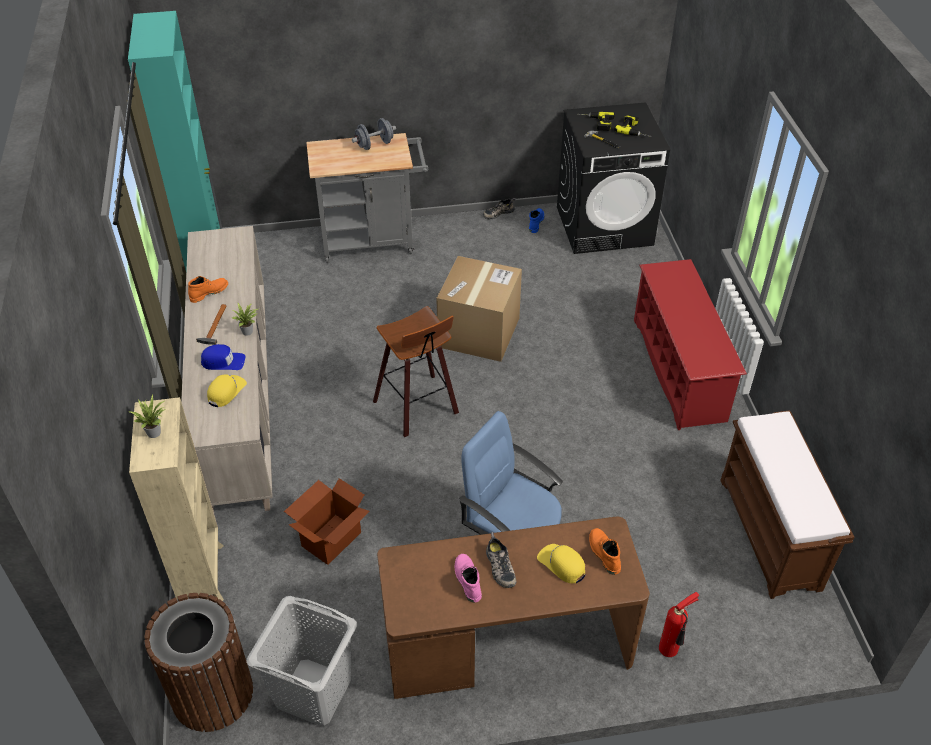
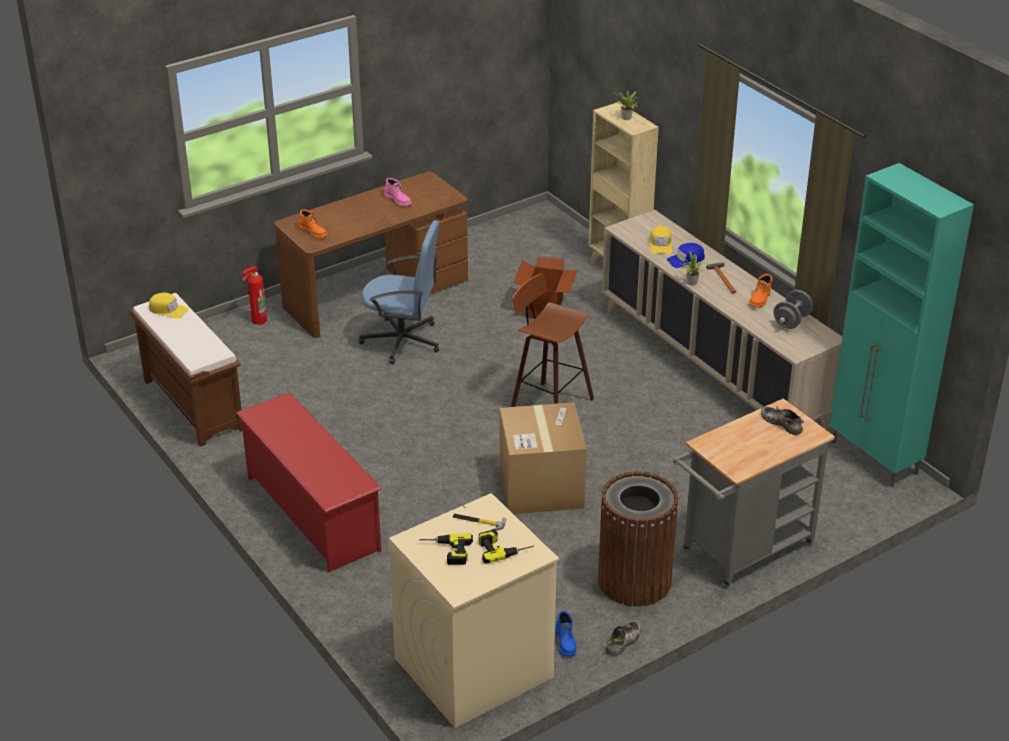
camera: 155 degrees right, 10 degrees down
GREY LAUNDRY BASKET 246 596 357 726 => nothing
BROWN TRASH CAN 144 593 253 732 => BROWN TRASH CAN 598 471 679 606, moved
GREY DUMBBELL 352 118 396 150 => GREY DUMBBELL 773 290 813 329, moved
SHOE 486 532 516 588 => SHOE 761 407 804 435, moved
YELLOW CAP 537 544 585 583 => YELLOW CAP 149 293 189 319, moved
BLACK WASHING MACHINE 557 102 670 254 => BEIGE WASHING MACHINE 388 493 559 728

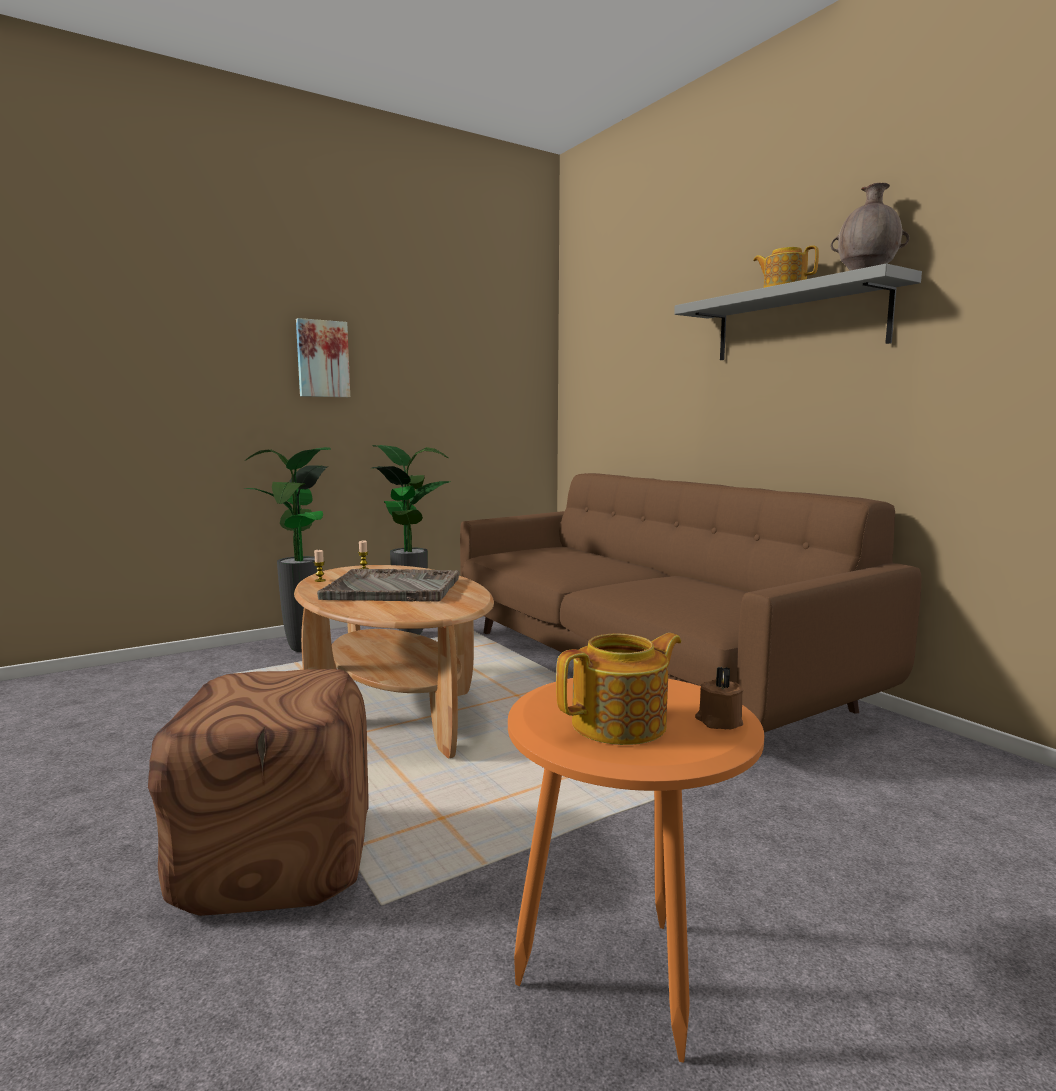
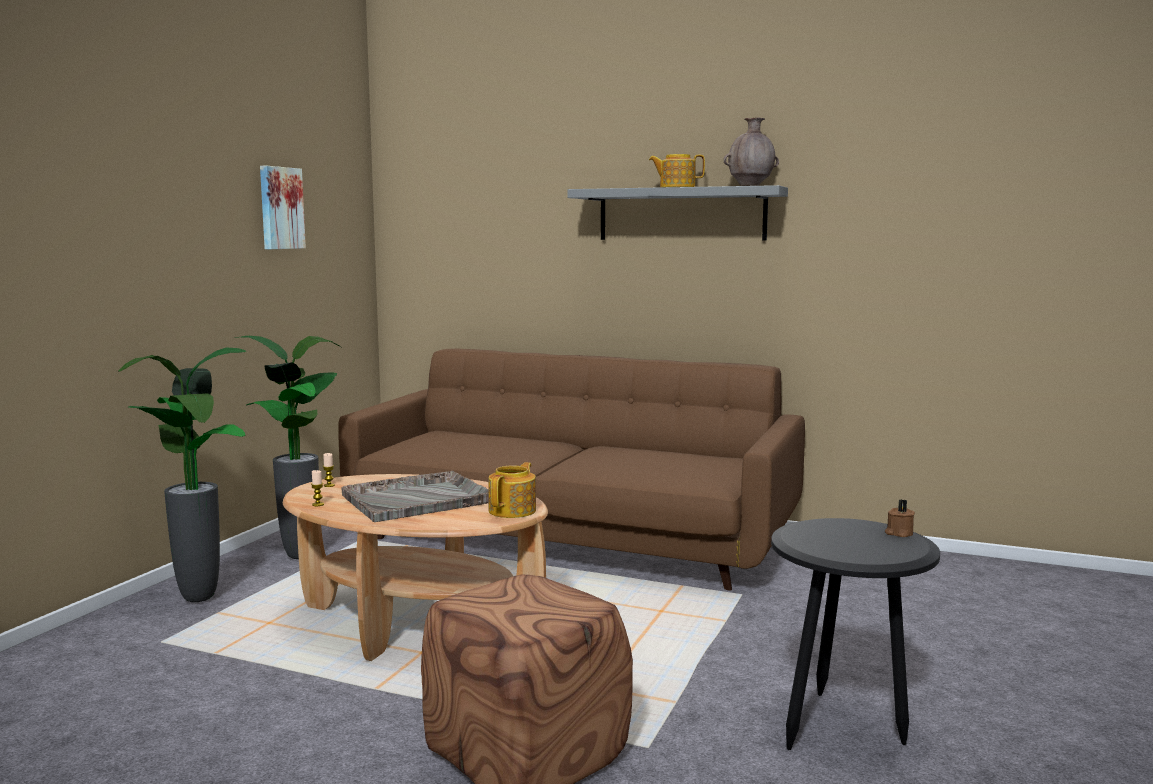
camera: 35 degrees left, 0 degrees up
PICTURE 296 318 350 397 => PICTURE 260 166 306 249, moved
TEAPOT 556 633 681 745 => TEAPOT 489 462 536 518, moved
ORANGE SIDE TABLE 508 678 764 1063 => BLACK SIDE TABLE 771 518 940 750

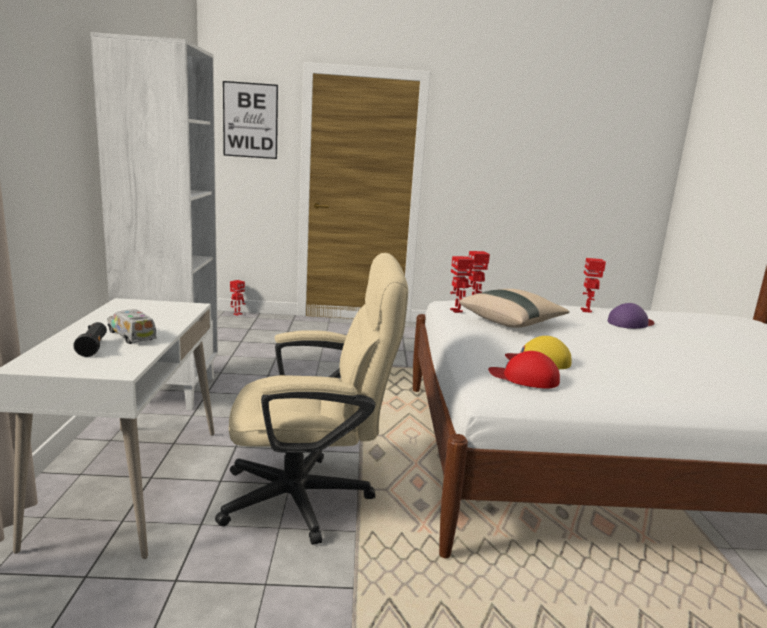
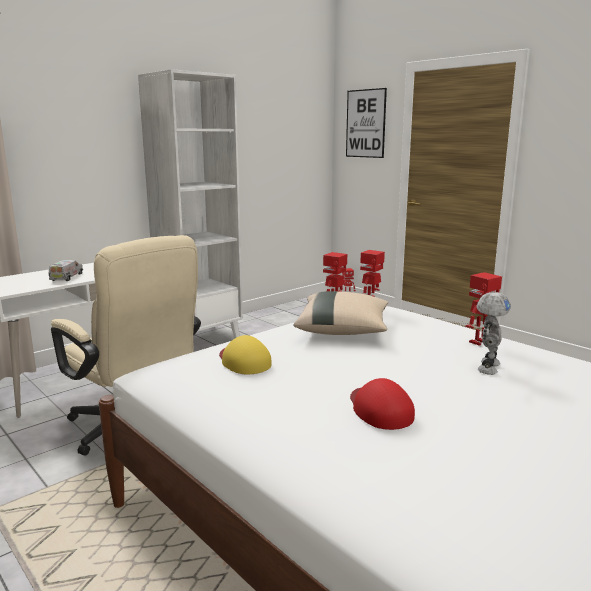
camera: 50 degrees right, 0 degrees up
BLACK FLASHLIGHT 73 322 107 357 => nothing
RED CAP 488 351 560 389 => RED CAP 350 378 415 430, moved
PURPLE CAP 608 303 655 329 => TOY ROBOT 477 292 511 375

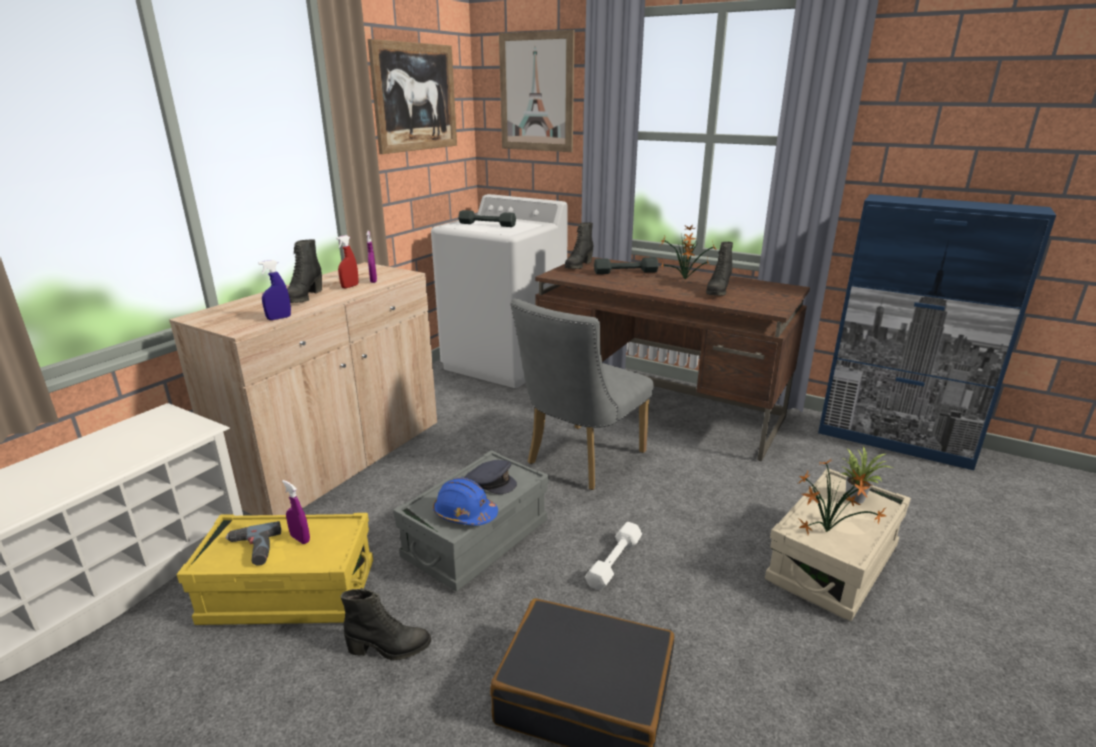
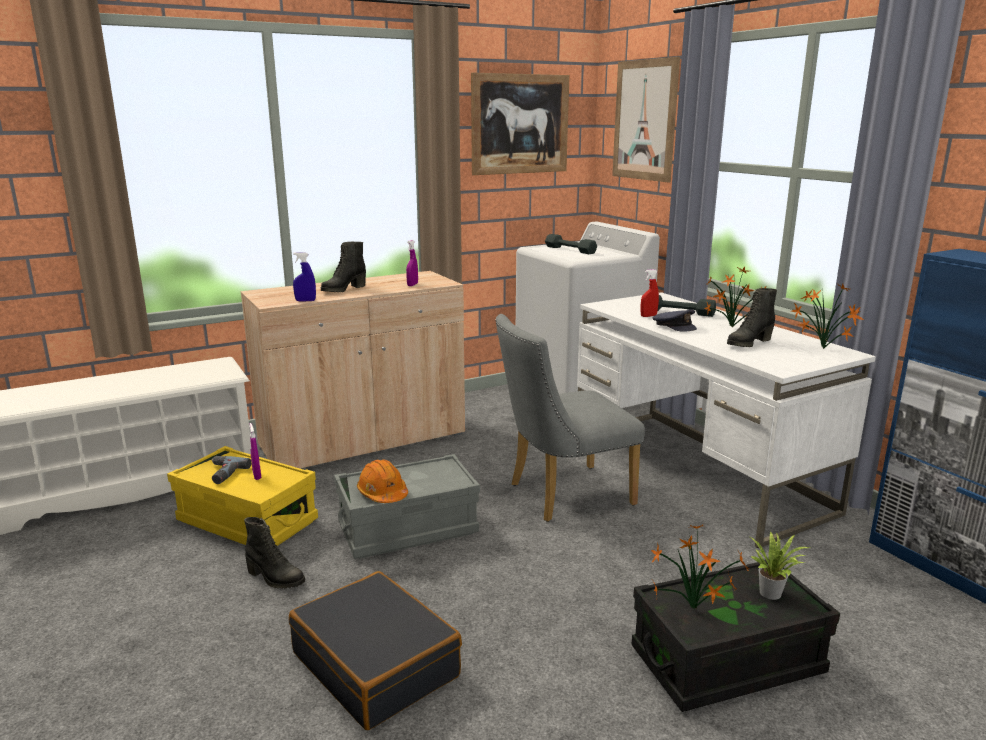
camera: 30 degrees right, 5 degrees down
BLACK BOOT 565 223 593 269 => nothing
WHITE DUMBBELL 585 522 642 590 => nothing
nothing => POTTED PLANT 791 284 864 349
RED SPRAY BOTTLE 336 235 359 288 => RED SPRAY BOTTLE 641 269 659 317, moved
GREY CAP 464 460 517 494 => GREY CAP 653 309 697 332, moved
BLUE HARD HAT 433 478 498 526 => ORANGE HARD HAT 357 459 408 503
BROWN DESK 535 257 810 461 => WHITE DESK 577 292 876 548
BEIGE STORAGE BOX 765 469 911 621 => BLACK STORAGE BOX 632 559 840 712

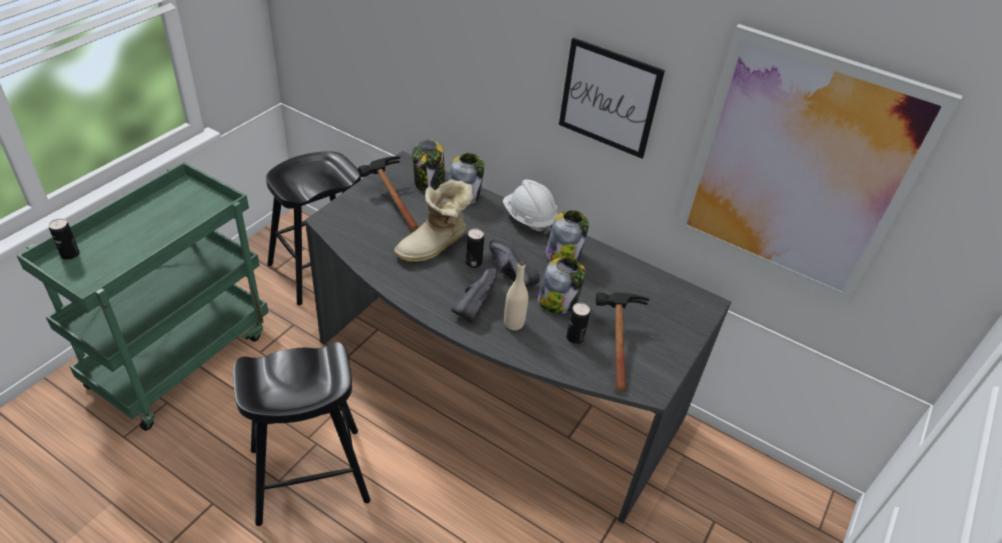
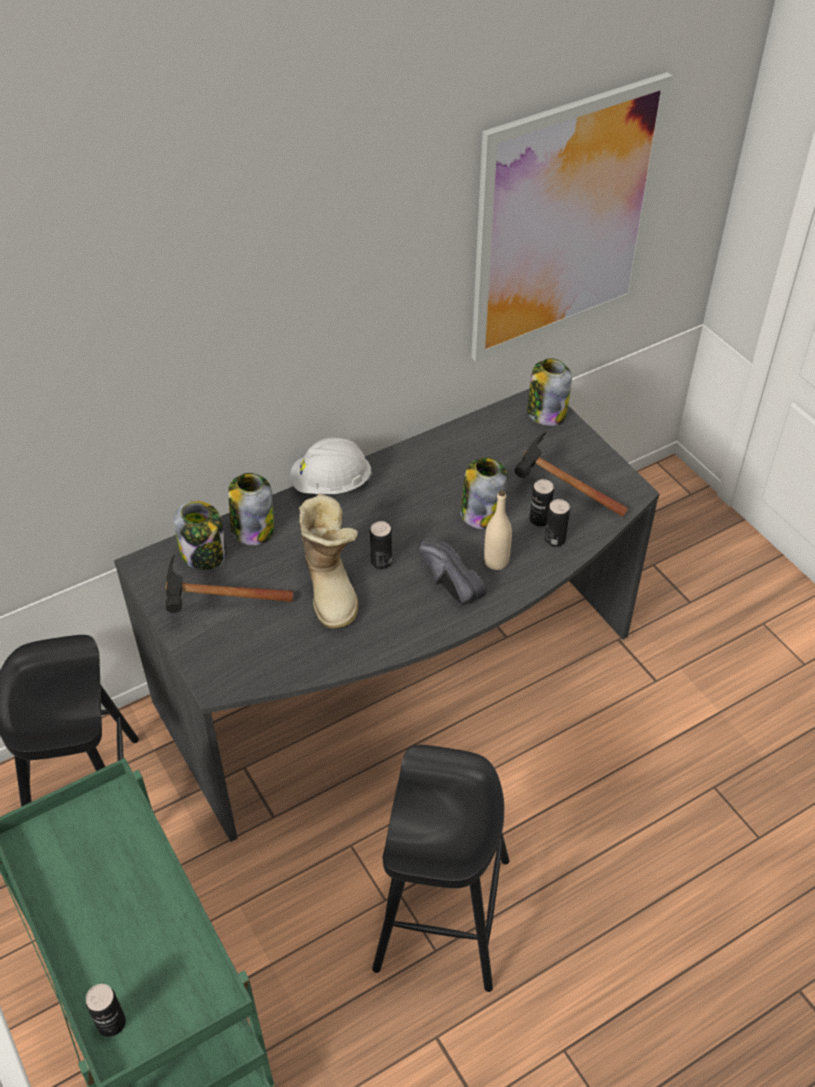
camera: 60 degrees left, 5 degrees up
BLACK SHOE 489 238 540 287 => nothing
PICTURE 559 38 665 159 => nothing
nothing => CAN 545 499 570 547
JAR 546 210 589 261 => JAR 527 358 572 426, moved

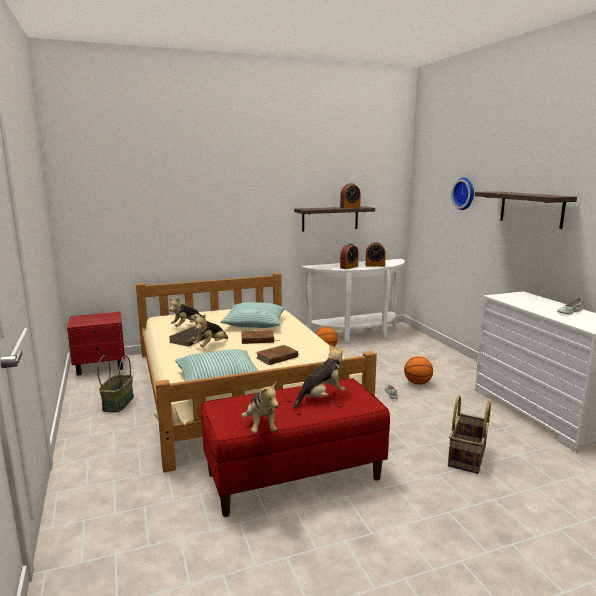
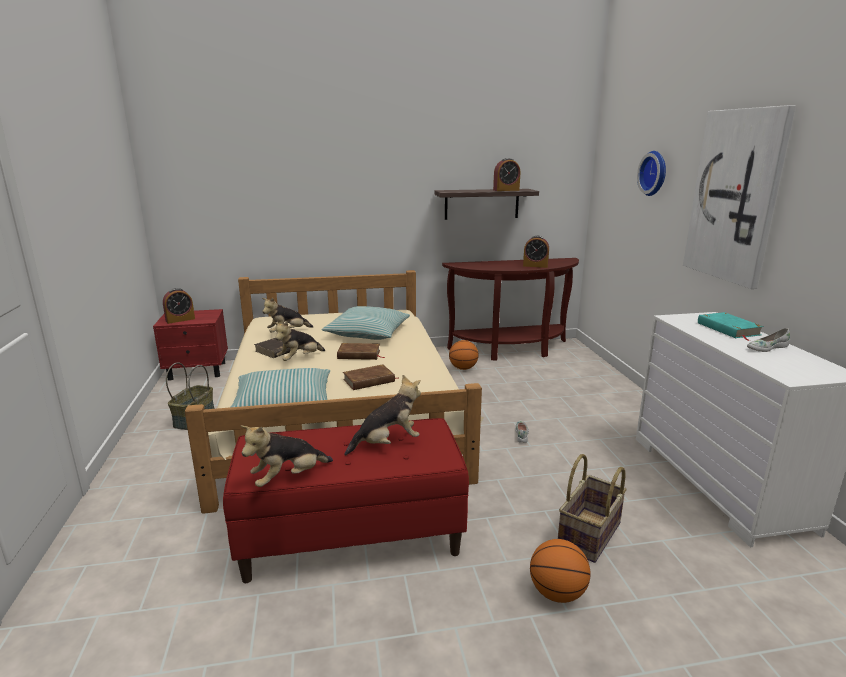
camera: 10 degrees right, 5 degrees up
nothing => TURQUOISE BOOK 698 312 764 341
ALARM CLOCK 340 243 359 269 => ALARM CLOCK 163 288 195 324, moved
BASKETBALL 404 356 433 385 => BASKETBALL 530 539 591 603, moved
SHELF 474 191 577 229 => PICTURE 683 105 796 289
WHITE CONSOLE TABLE 301 259 405 342 => BROWN CONSOLE TABLE 442 258 579 361
PLUSH TOY 242 382 278 433 => PLUSH TOY 241 426 333 487, 60 degrees clockwise

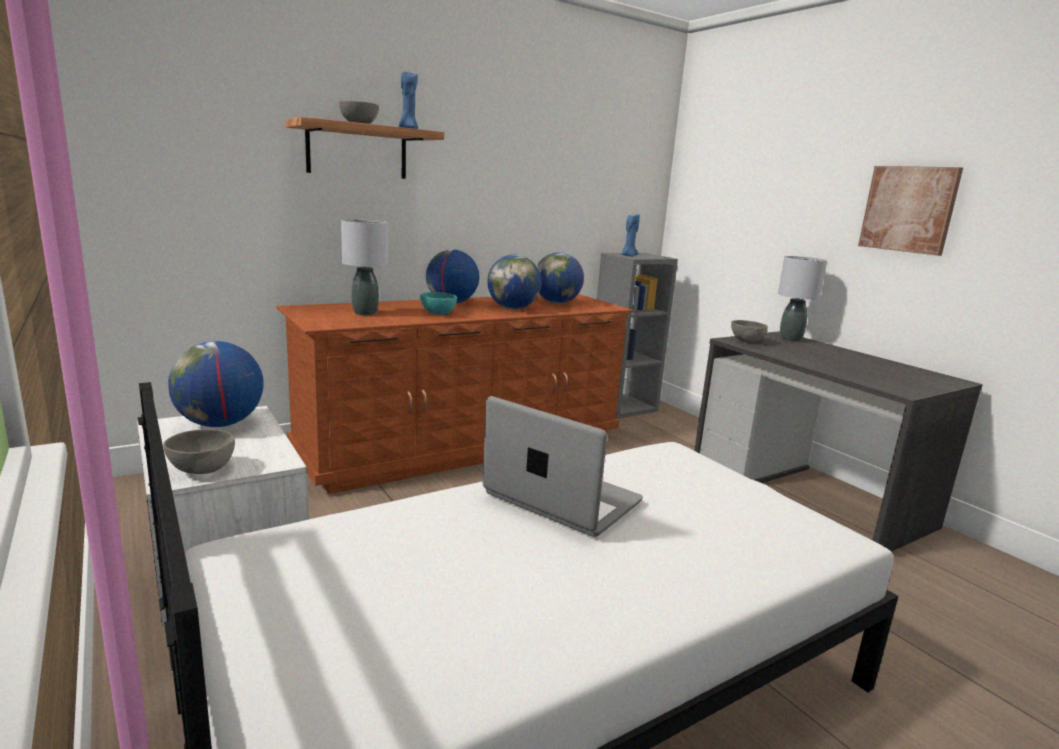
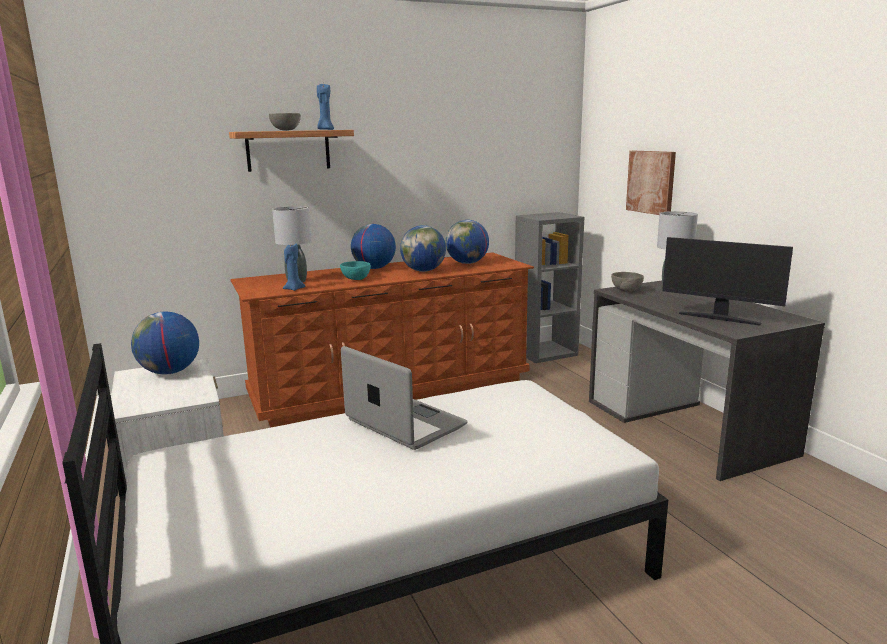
camera: 10 degrees right, 0 degrees up
GREY BOWL 163 429 235 474 => nothing
nothing => MONITOR 662 237 793 325
BLUE CANDLE 621 214 640 257 => BLUE CANDLE 283 243 306 291, moved
PICTURE 858 166 963 256 => PICTURE 626 151 676 215, moved

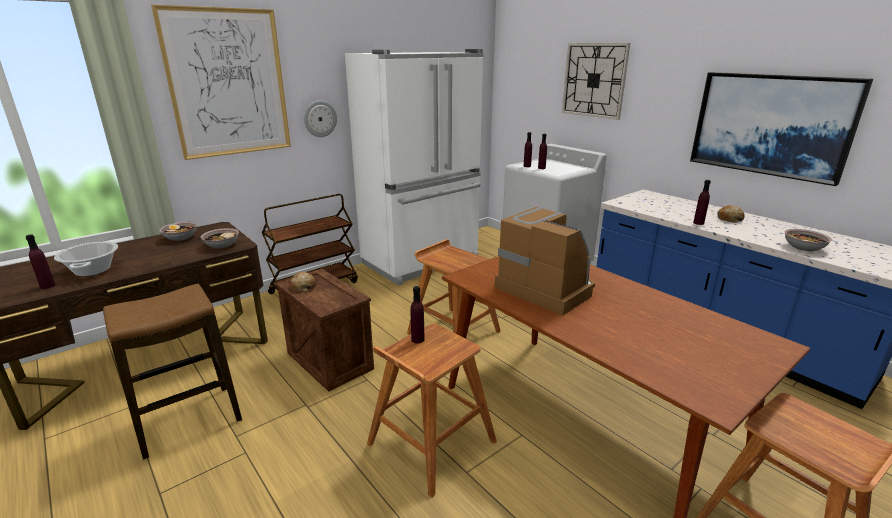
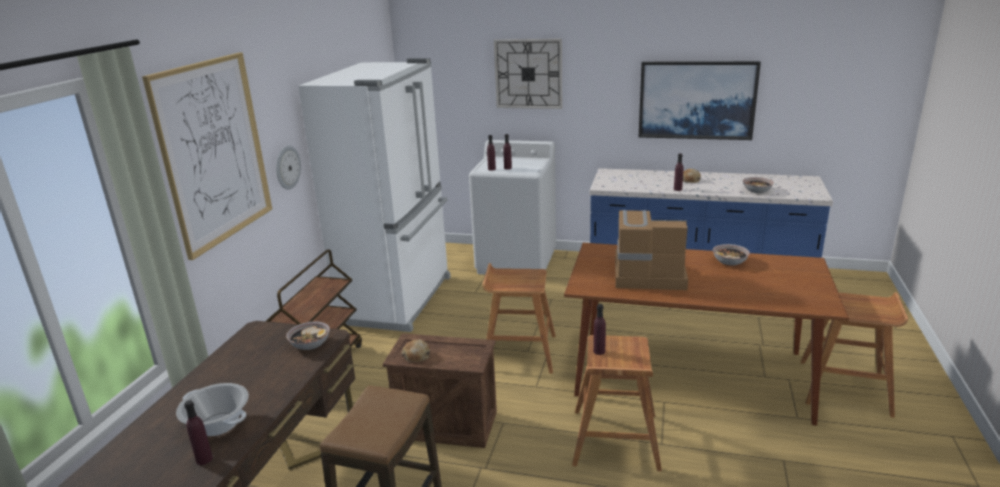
camera: 35 degrees left, 0 degrees up
BOWL 159 222 197 241 => BOWL 713 244 750 266, moved

